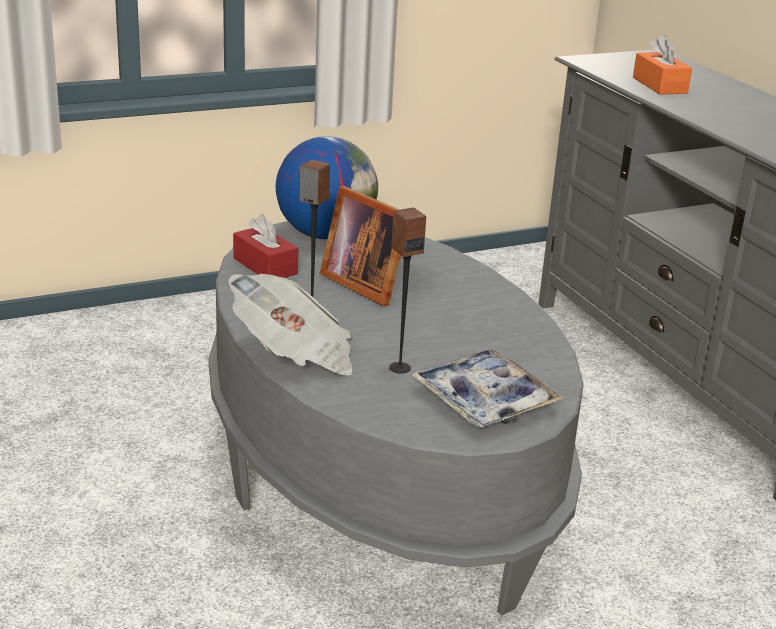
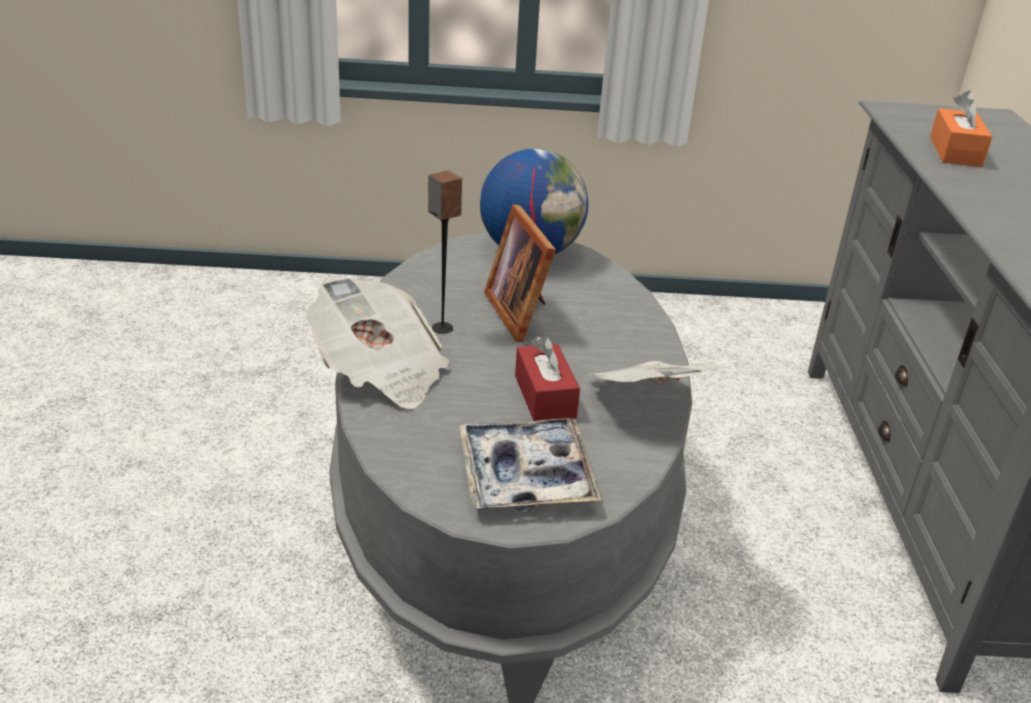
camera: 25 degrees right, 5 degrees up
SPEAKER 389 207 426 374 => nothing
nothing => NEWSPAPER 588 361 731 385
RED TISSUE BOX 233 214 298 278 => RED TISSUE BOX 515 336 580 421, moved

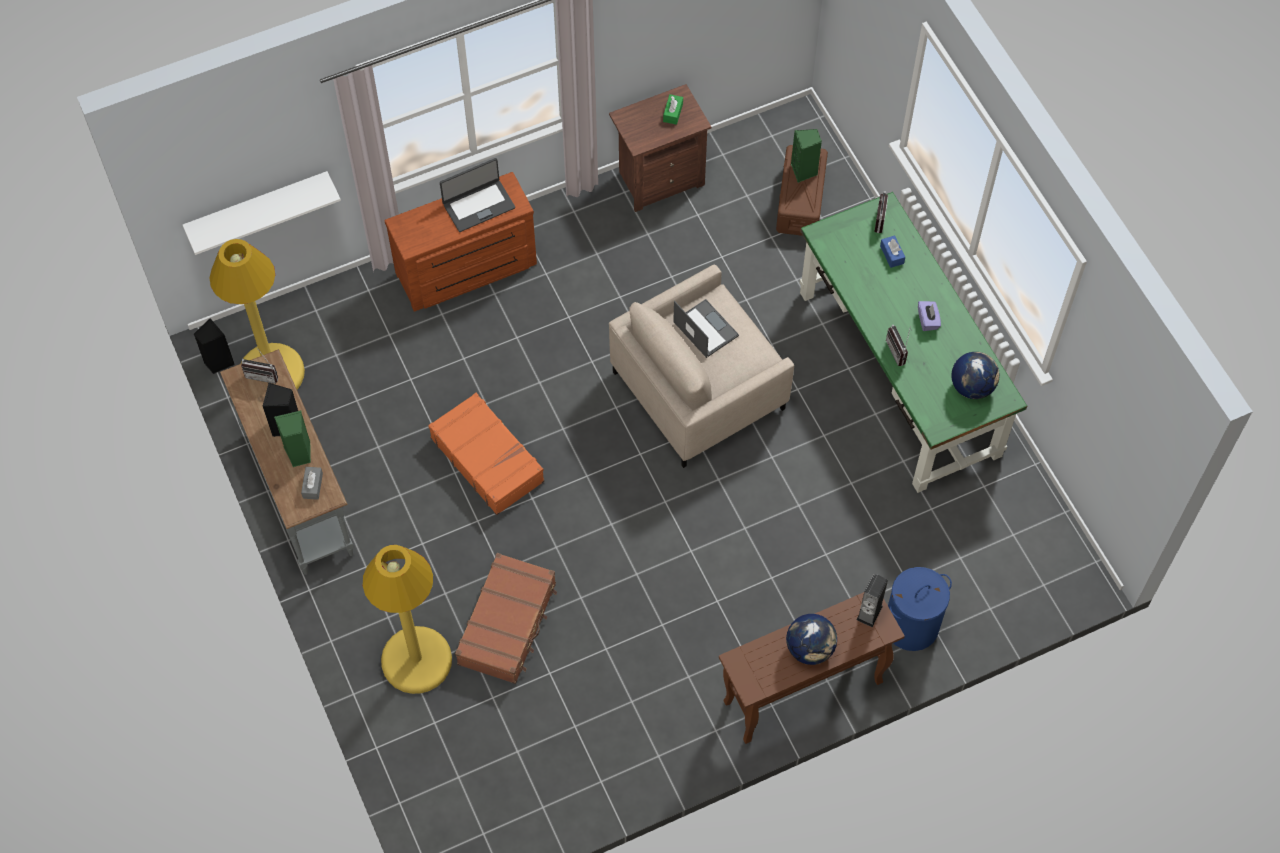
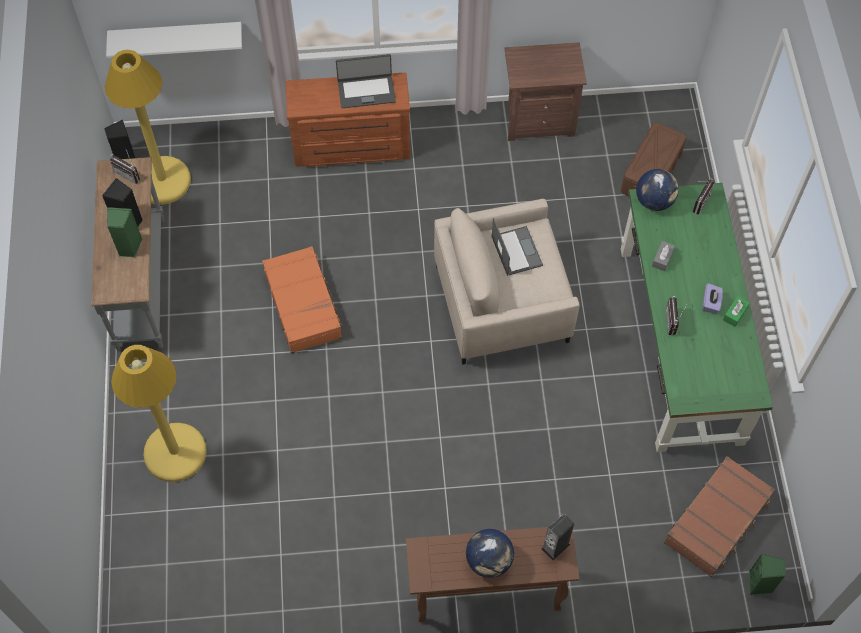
camera: 20 degrees right, 0 degrees up
BLUE TISSUE BOX 880 235 905 268 => nothing
BLUE LAUNDRY BASKET 888 567 952 651 => nothing
GREY TISSUE BOX 301 467 323 500 => GREY TISSUE BOX 652 241 675 271, moved
BROWN SUITCASE 455 553 557 684 => BROWN SUITCASE 664 456 775 577, moved
GREEN TISSUE BOX 663 94 683 125 => GREEN TISSUE BOX 723 296 750 327, moved
GREEN SPEAKER 791 129 822 183 => GREEN SPEAKER 749 553 786 595, moved
GLOBE 951 352 1000 399 => GLOBE 636 169 679 211, moved

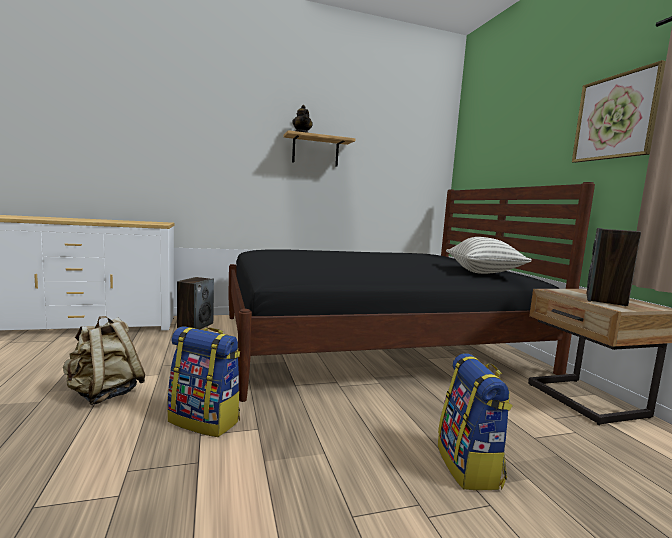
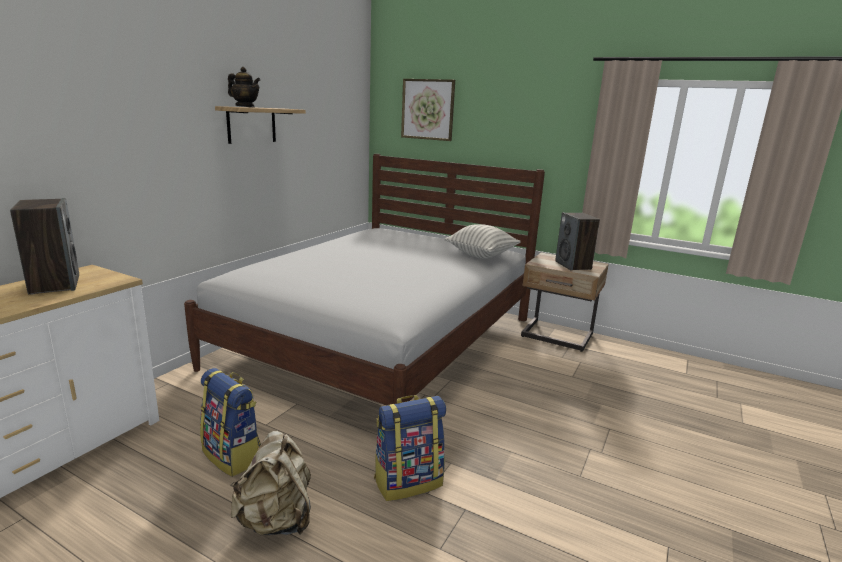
camera: 45 degrees left, 10 degrees up
SPEAKER 177 277 214 329 => SPEAKER 10 198 79 295, moved
BACKPACK 438 353 513 490 => BACKPACK 200 368 261 477, moved
PICTURE 572 60 666 163 => PICTURE 401 79 455 141, moved
BLACK BED 229 182 595 402 => WHITE BED 184 154 545 406

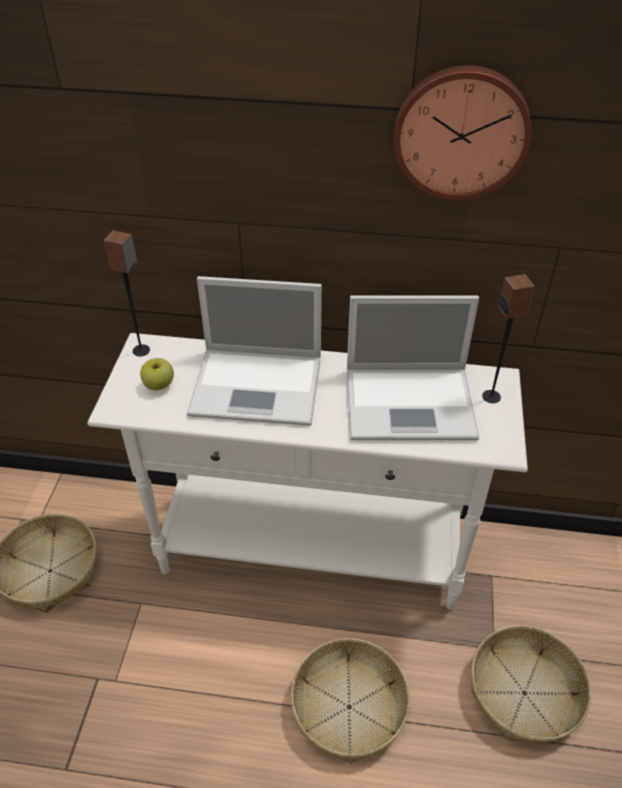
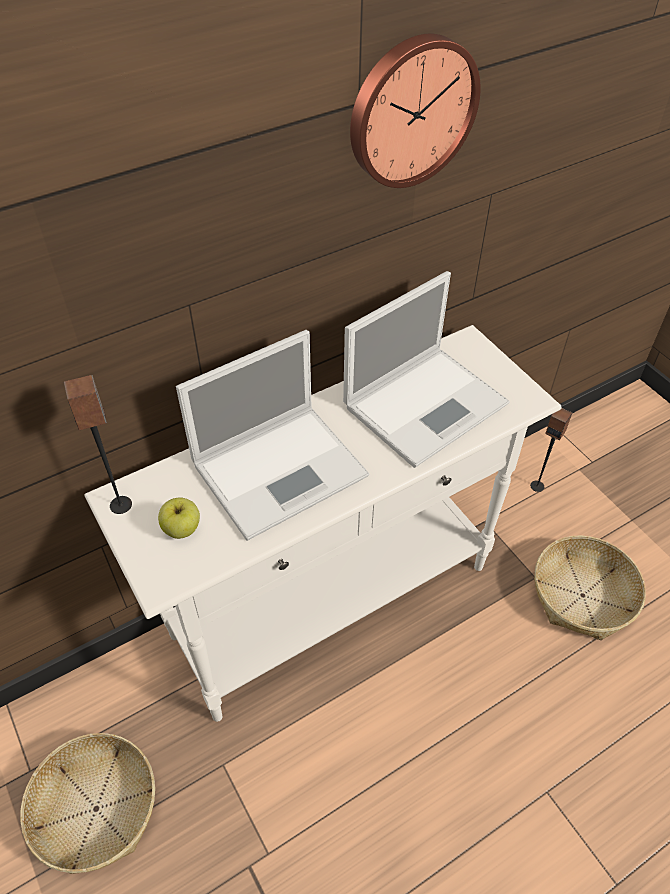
camera: 40 degrees left, 5 degrees up
BASKET 291 638 410 764 => nothing
SPEAKER 482 274 535 403 => SPEAKER 530 408 572 492, moved

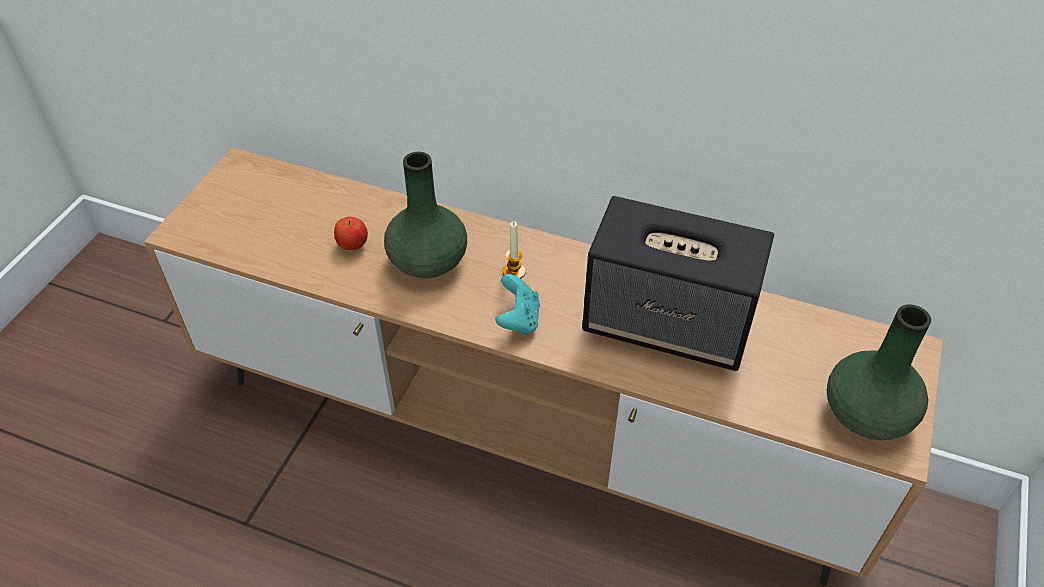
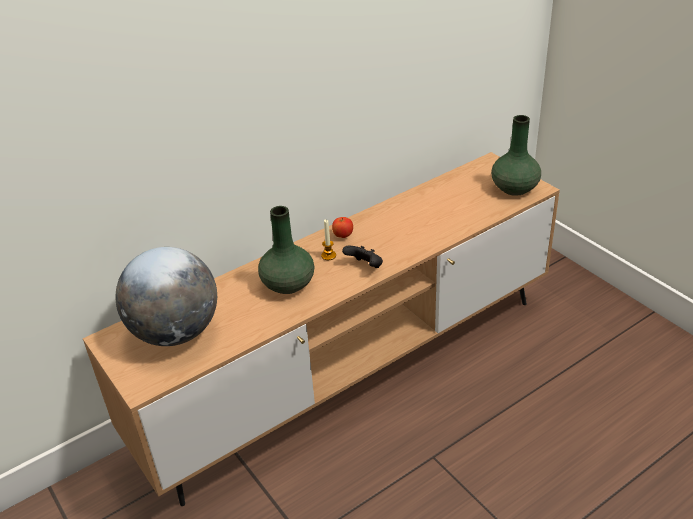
camera: 55 degrees left, 10 degrees down
SPEAKER 582 196 774 371 => nothing
nothing => GLOBE 115 247 217 346
APPLE 334 217 368 250 => APPLE 332 217 353 238, moved
TURQUOISE GAME CONTROLLER 495 274 540 335 => BLACK GAME CONTROLLER 342 246 383 268

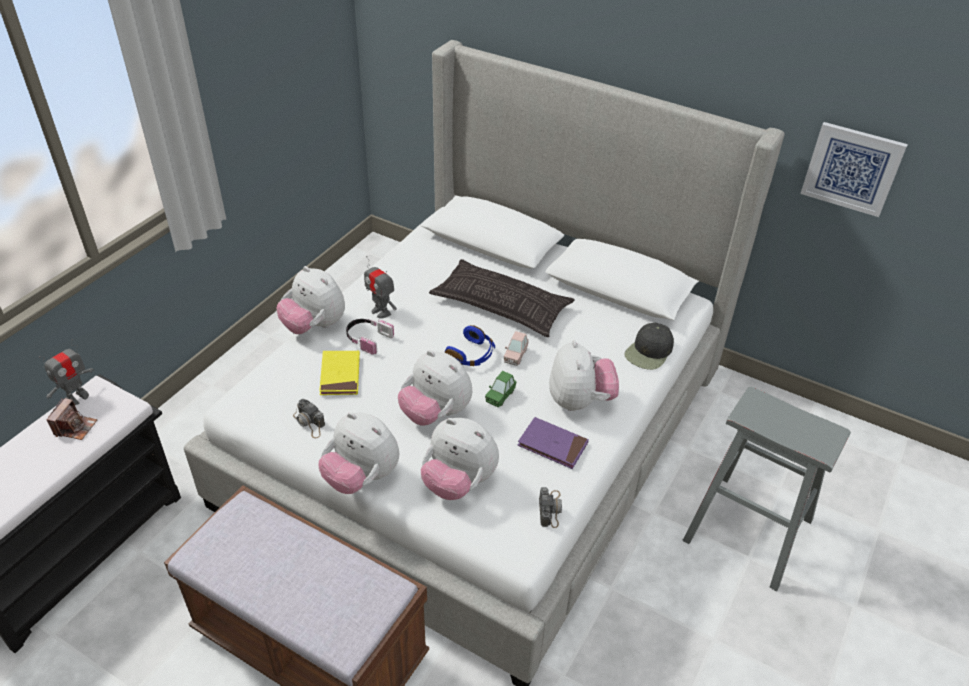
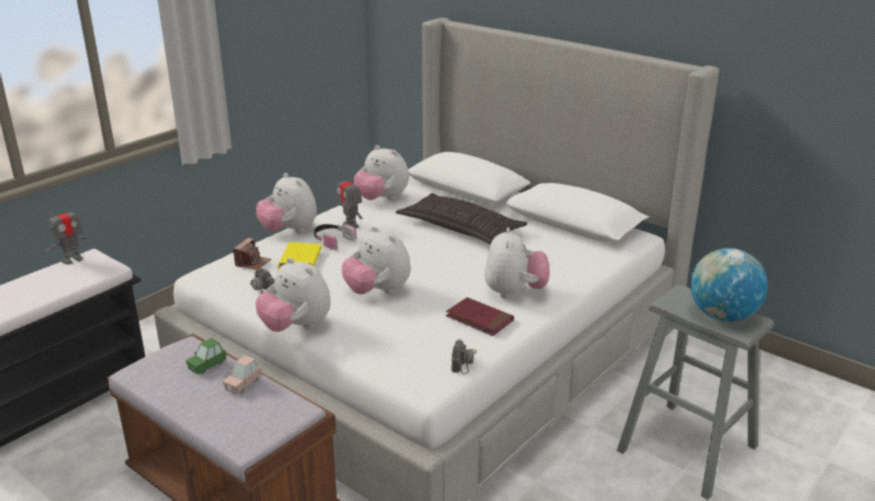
camera: 10 degrees right, 15 degrees down
BLUE HEADPHONES 445 325 495 366 => nothing
BLACK CAP 624 323 674 370 => nothing
PICTURE 800 122 908 217 => nothing
nothing => GLOBE 690 248 768 322
PHOTO CAMERA 47 398 98 440 => PHOTO CAMERA 233 238 271 270, moved
PLUSH TOY 421 418 499 500 => PLUSH TOY 354 145 409 200, moved
GREEN TOY CAR 485 371 517 408 => GREEN TOY CAR 186 338 227 374, moved
PINK TOY CAR 504 331 529 366 => PINK TOY CAR 223 355 261 394, moved
PURPLE BOOK 518 417 589 469 => RED BOOK 446 297 514 336

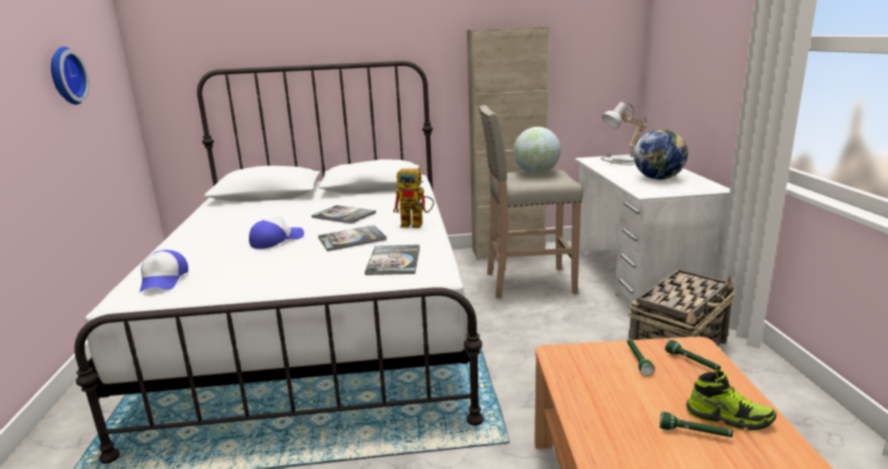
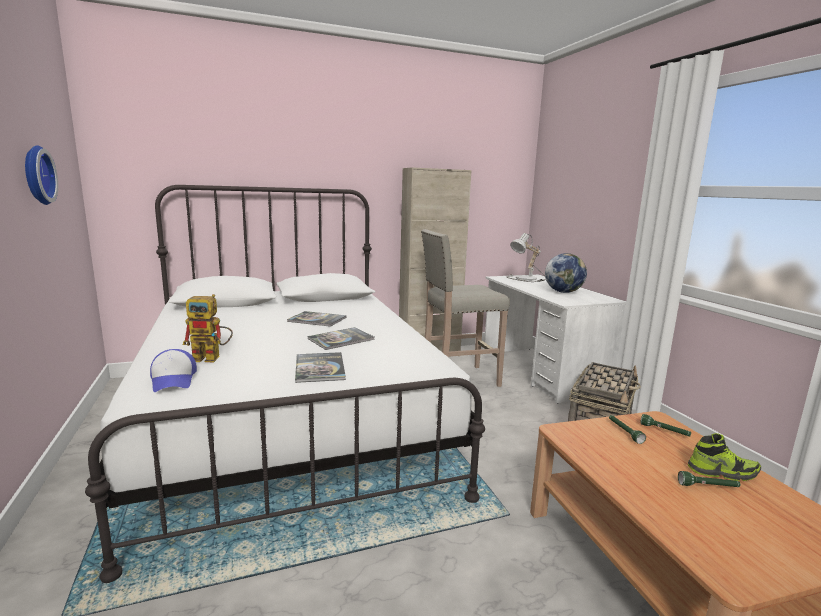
camera: 15 degrees left, 5 degrees down
CAP 249 217 304 249 => nothing
GLOBE 513 127 561 174 => nothing
BOOK 365 245 420 275 => BOOK 295 352 346 383, moved
TOY ROBOT 393 167 434 228 => TOY ROBOT 183 294 233 362, moved

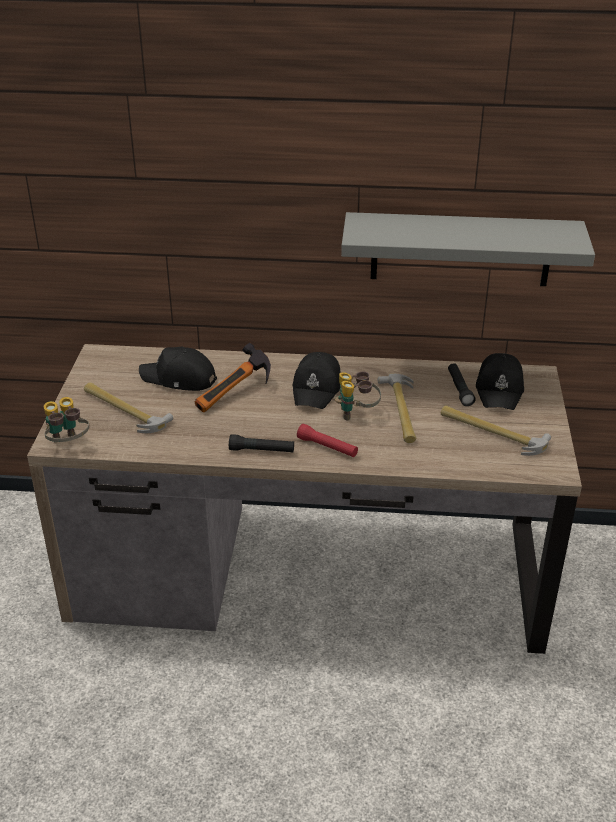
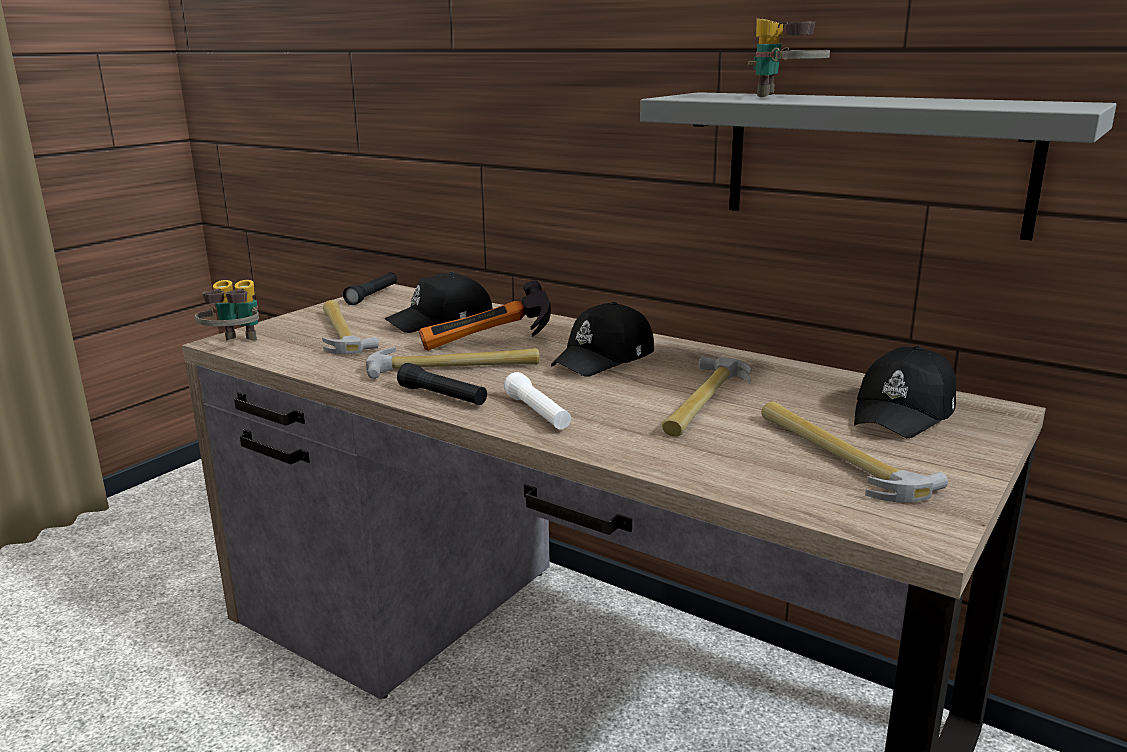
camera: 30 degrees right, 15 degrees down
nothing => HAMMER 366 347 539 379
BINOCULARS 335 372 381 421 => BINOCULARS 748 18 830 97, moved
BLACK FLASHLIGHT 448 363 476 406 => BLACK FLASHLIGHT 343 272 397 305, moved
RED FLASHLIGHT 297 424 358 457 => WHITE FLASHLIGHT 504 372 571 429
BLACK CAP 139 347 217 391 => BLACK CAP 385 272 493 333, 75 degrees counterclockwise

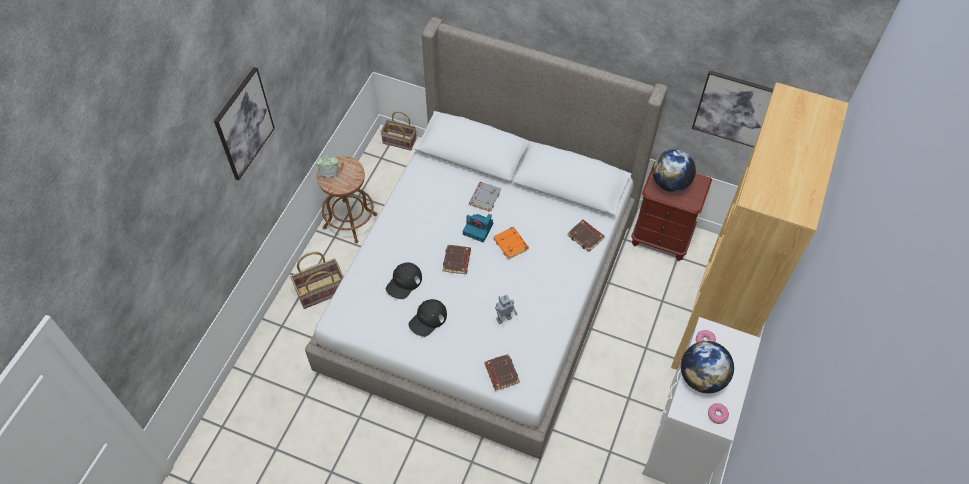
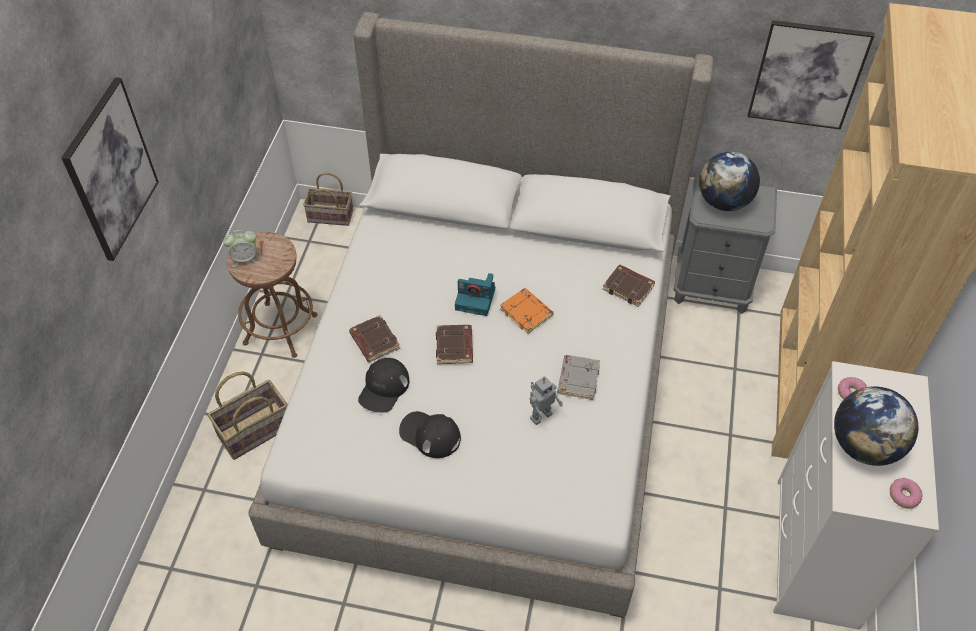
camera: 10 degrees left, 5 degrees down
GREY BOOK 469 182 501 212 => GREY BOOK 557 355 600 400, moved
BROWN BOOK 484 354 520 391 => BROWN BOOK 349 315 400 362, moved
BROWN NIGHTSTAND 631 161 712 261 => GREY NIGHTSTAND 674 177 777 314
BLACK CAP 408 299 447 337 => BLACK CAP 399 411 461 458, 90 degrees clockwise

